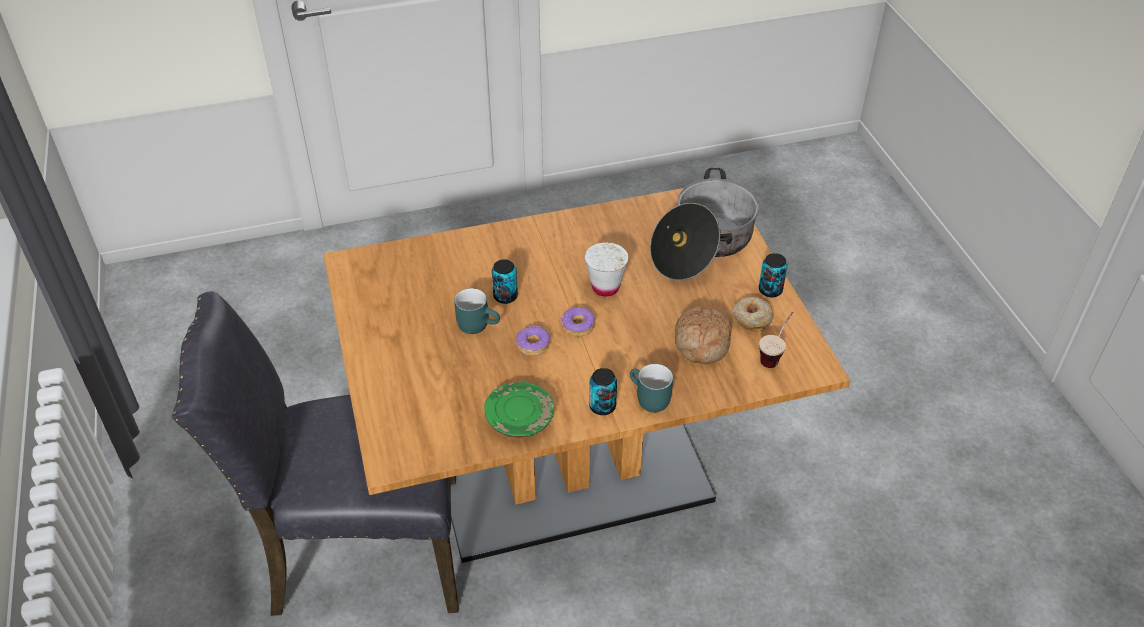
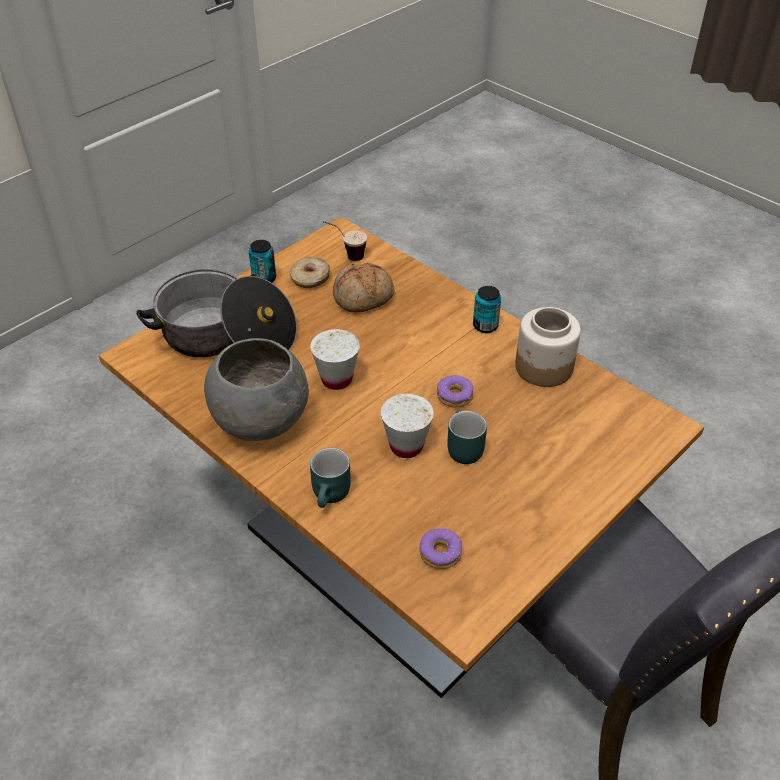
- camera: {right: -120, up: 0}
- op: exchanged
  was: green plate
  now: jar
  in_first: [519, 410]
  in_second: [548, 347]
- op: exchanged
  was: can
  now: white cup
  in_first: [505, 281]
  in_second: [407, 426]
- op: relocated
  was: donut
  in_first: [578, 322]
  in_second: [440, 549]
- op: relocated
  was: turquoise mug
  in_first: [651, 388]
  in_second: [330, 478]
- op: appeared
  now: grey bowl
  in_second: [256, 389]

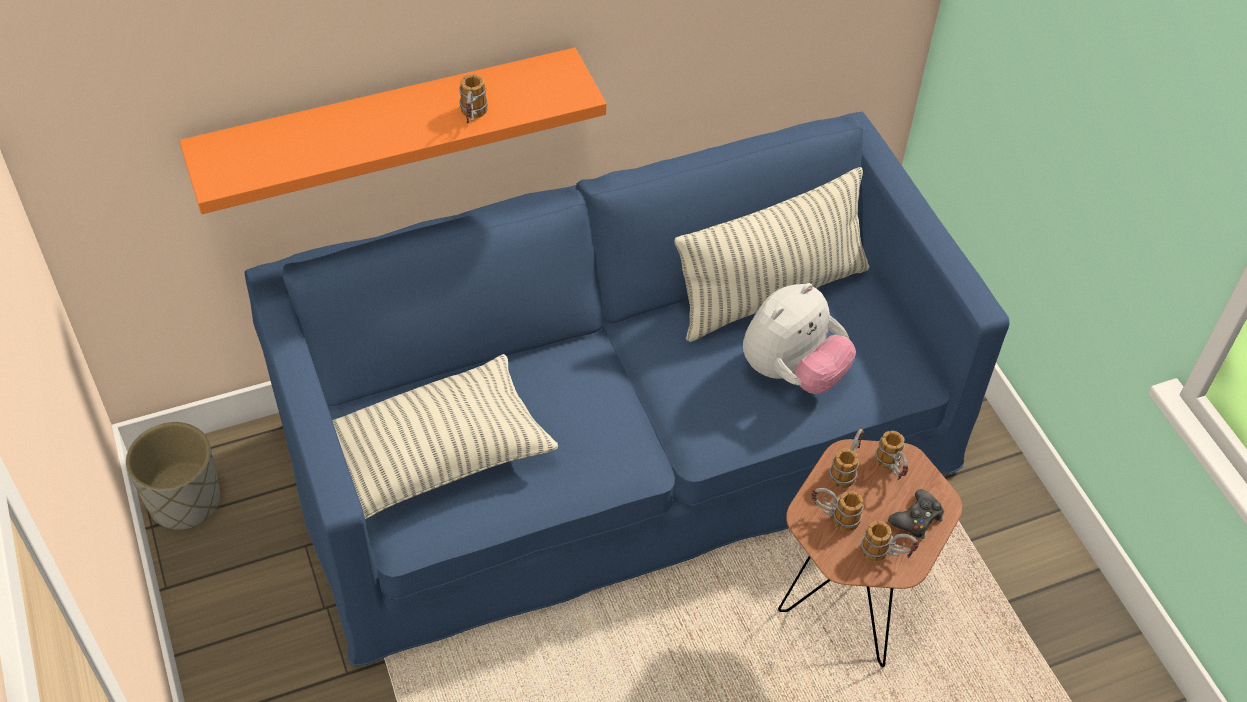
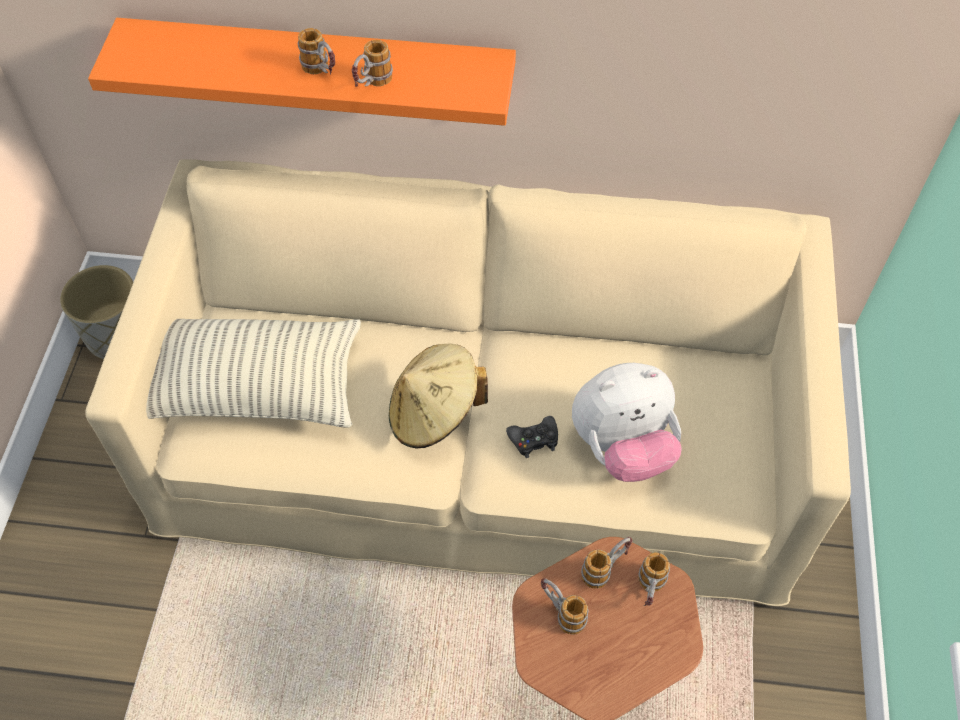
- camera: {right: 30, up: 5}
- op: colour
  was: blue sofa
  now: beige sofa
  in_first: [627, 389]
  in_second: [468, 382]
- op: missing
  was: pillow
  in_first: [772, 254]
- op: relocated
  was: mug
  in_first: [890, 541]
  in_second: [316, 51]
- op: relocated
  was: black game controller
  in_first: [916, 514]
  in_second: [532, 437]
- op: appeared
  now: beige hat
  in_second: [438, 396]

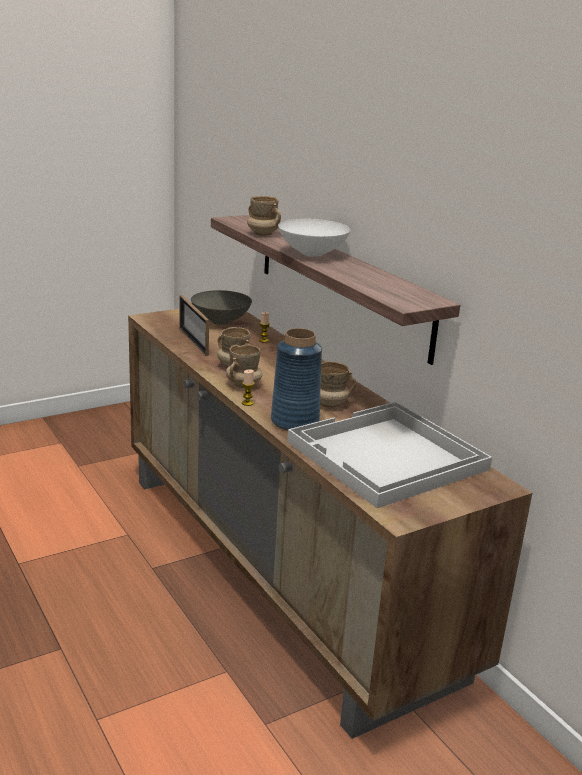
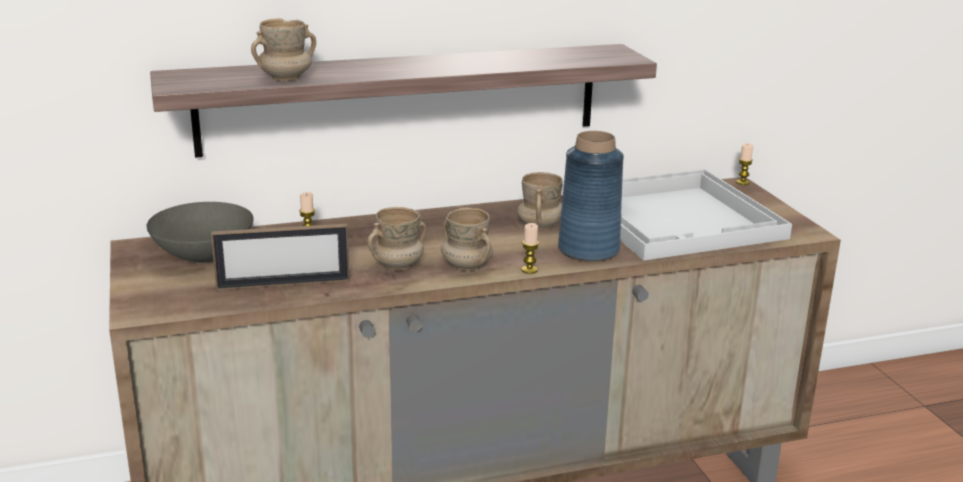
- camera: {right: -75, up: 0}
- op: missing
  was: white bowl
  in_first: [314, 238]
- op: appeared
  now: candle
  in_second: [744, 164]

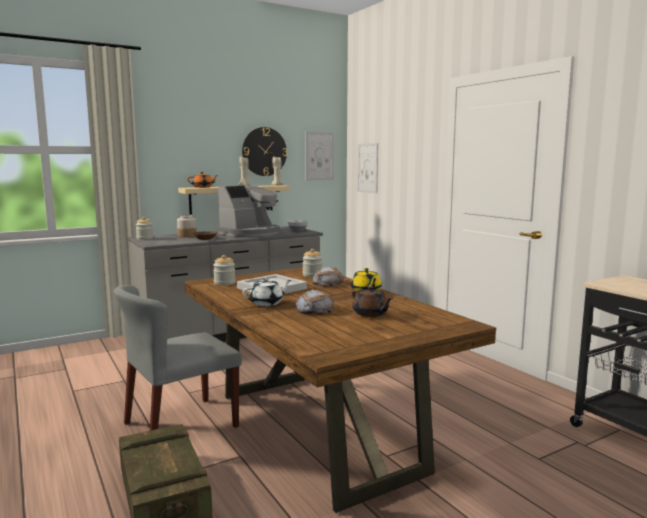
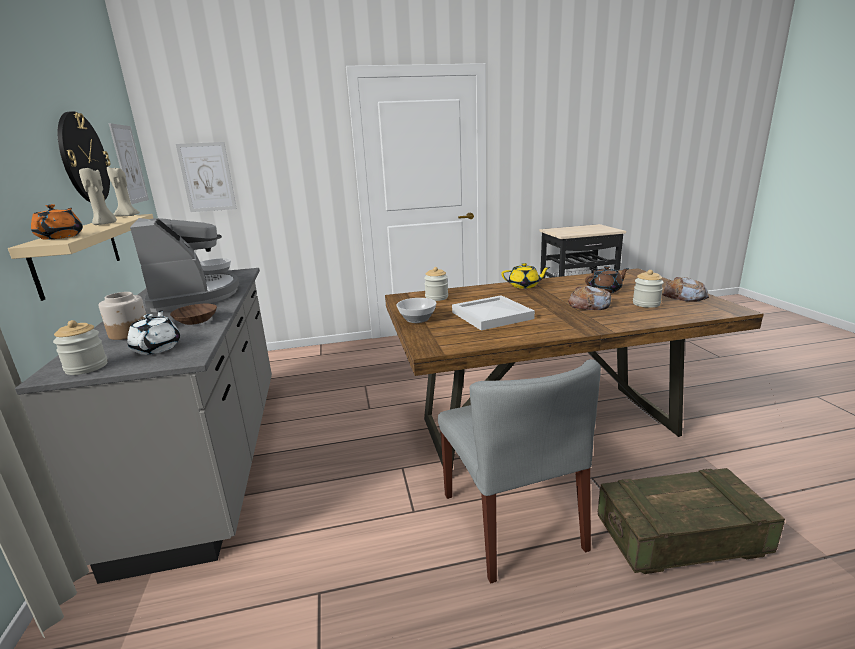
- camera: {right: -70, up: 10}
- op: relocated
  was: jar
  in_first: [224, 270]
  in_second: [648, 289]
- op: relocated
  was: white teapot
  in_first: [267, 292]
  in_second: [153, 332]
- op: relocated
  was: bread
  in_first: [328, 276]
  in_second: [685, 289]
- op: appeared
  now: bowl
  in_second: [417, 310]

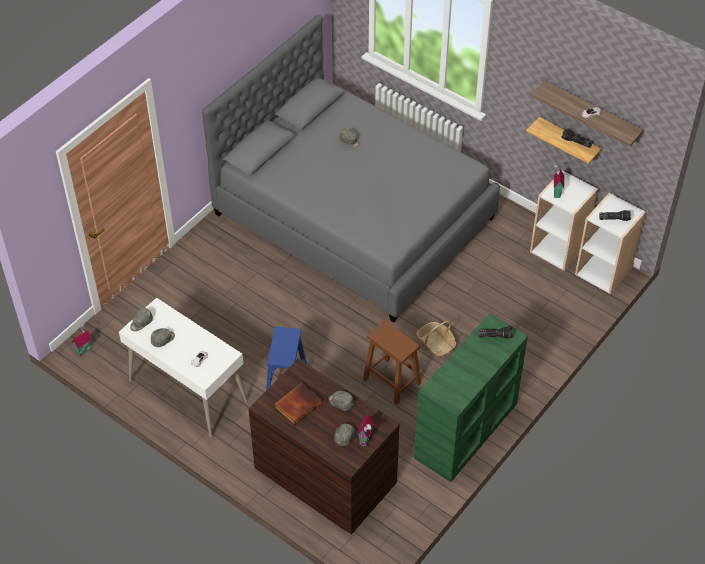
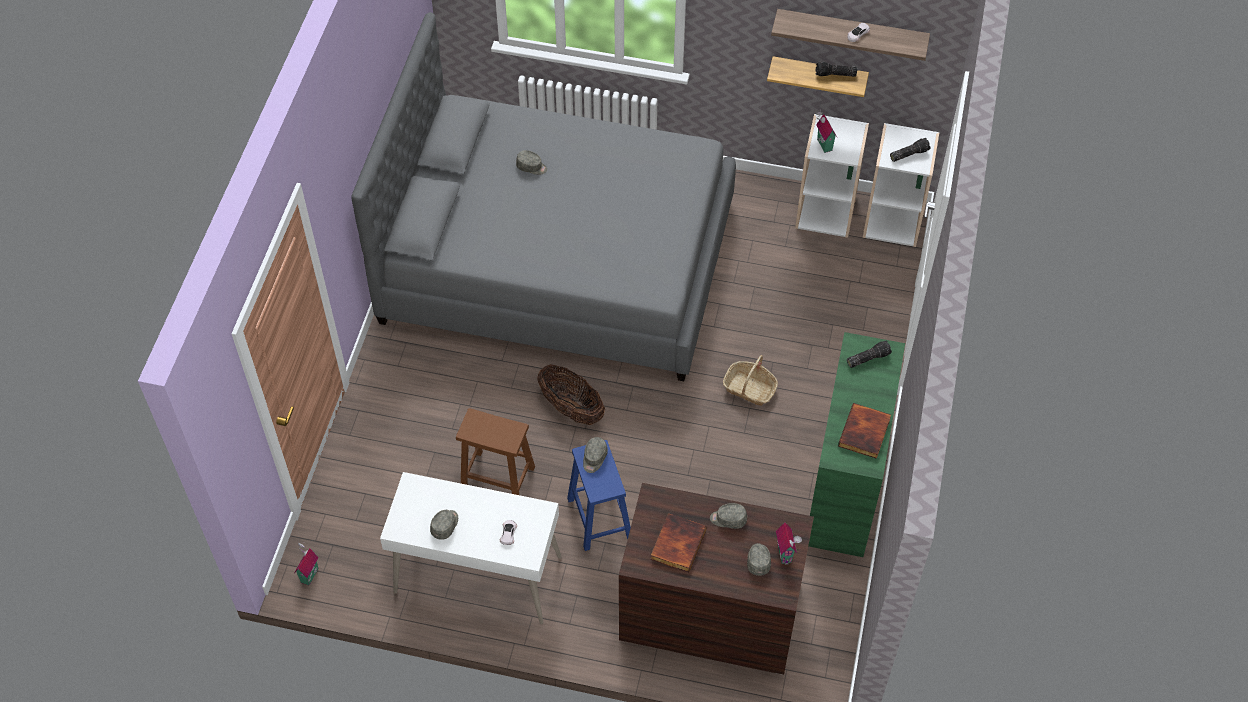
- camera: {right: -25, up: 5}
- op: relocated
  was: grey cap
  in_first: [141, 319]
  in_second: [595, 455]
- op: relocated
  was: brown stool
  in_first: [392, 362]
  in_second: [495, 451]
- op: appeared
  now: basket
  in_second: [571, 394]
- op: appeared
  now: book
  in_second: [864, 431]

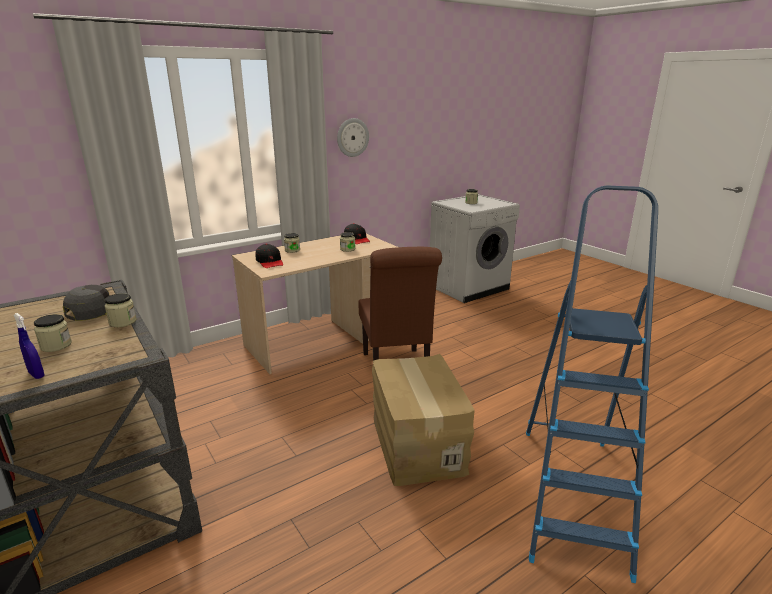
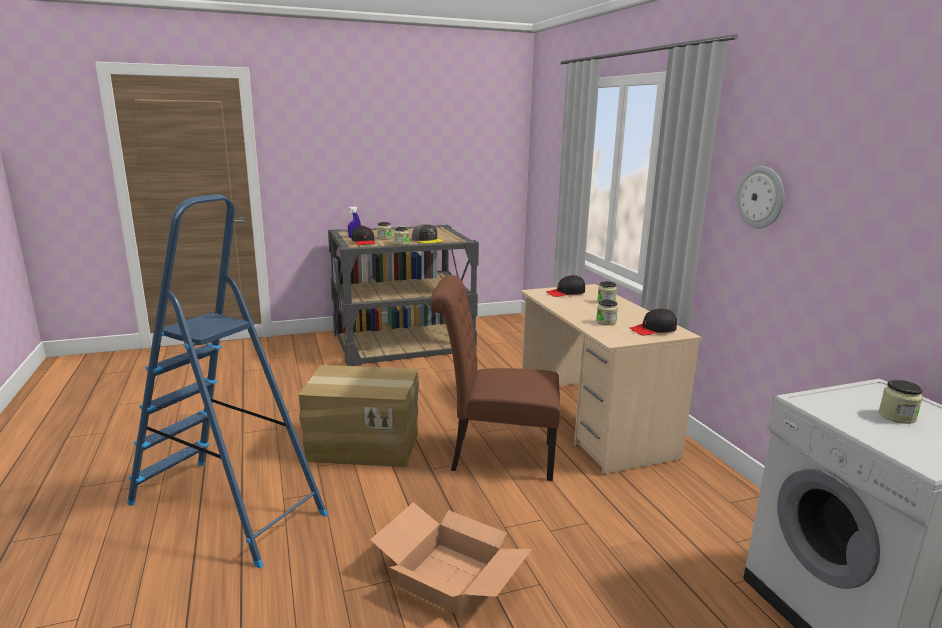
- camera: {right: 105, up: -5}
- op: appeared
  now: black cap
  in_second: [363, 235]
- op: appeared
  now: cardboard box
  in_second: [451, 559]

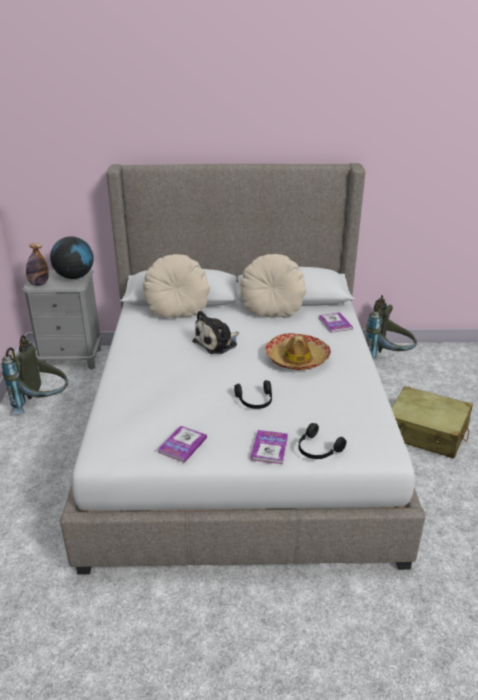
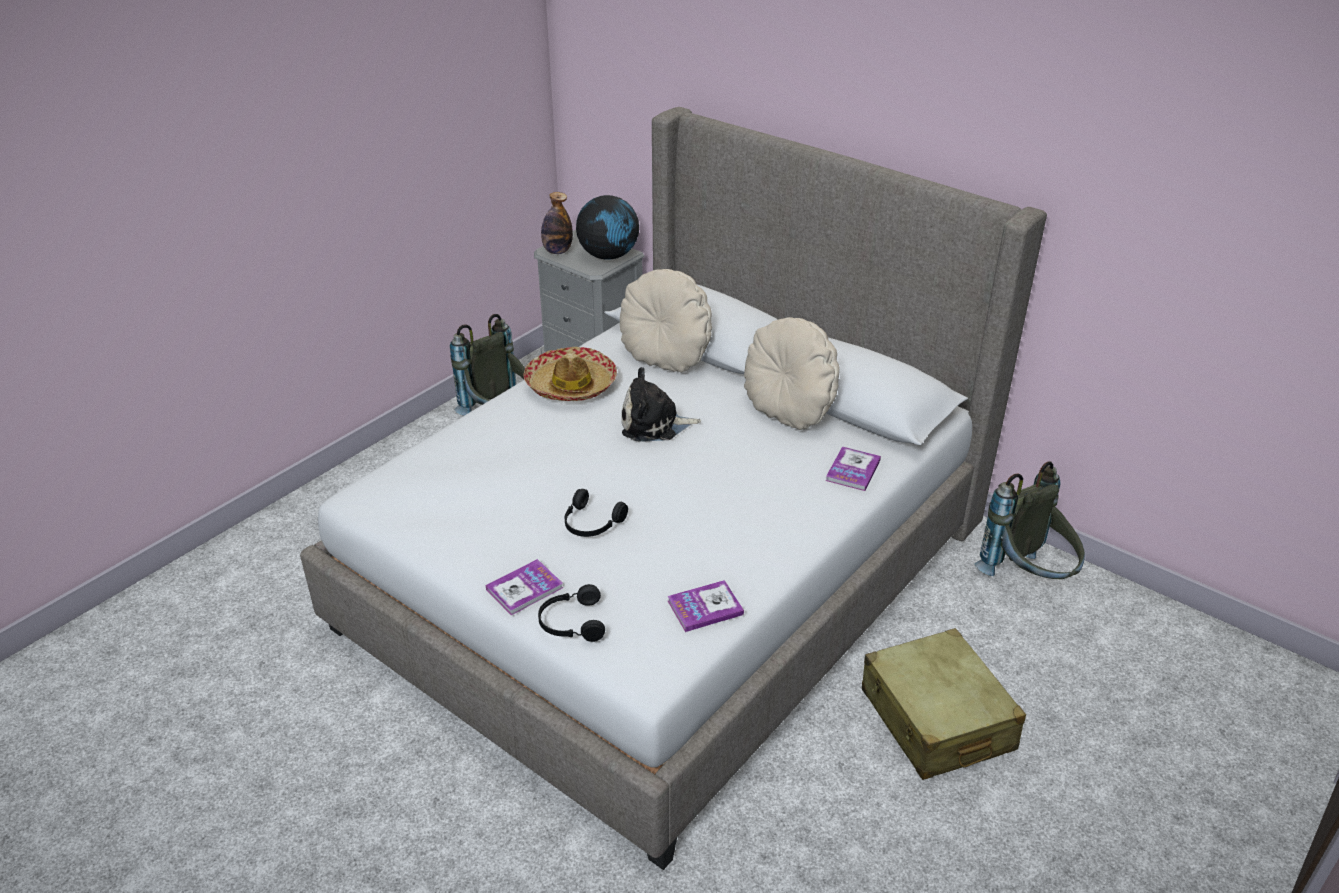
- camera: {right: 40, up: 5}
- op: relocated
  was: book
  in_first: [182, 444]
  in_second: [706, 606]
- op: relocated
  was: hat
  in_first: [298, 351]
  in_second: [570, 374]

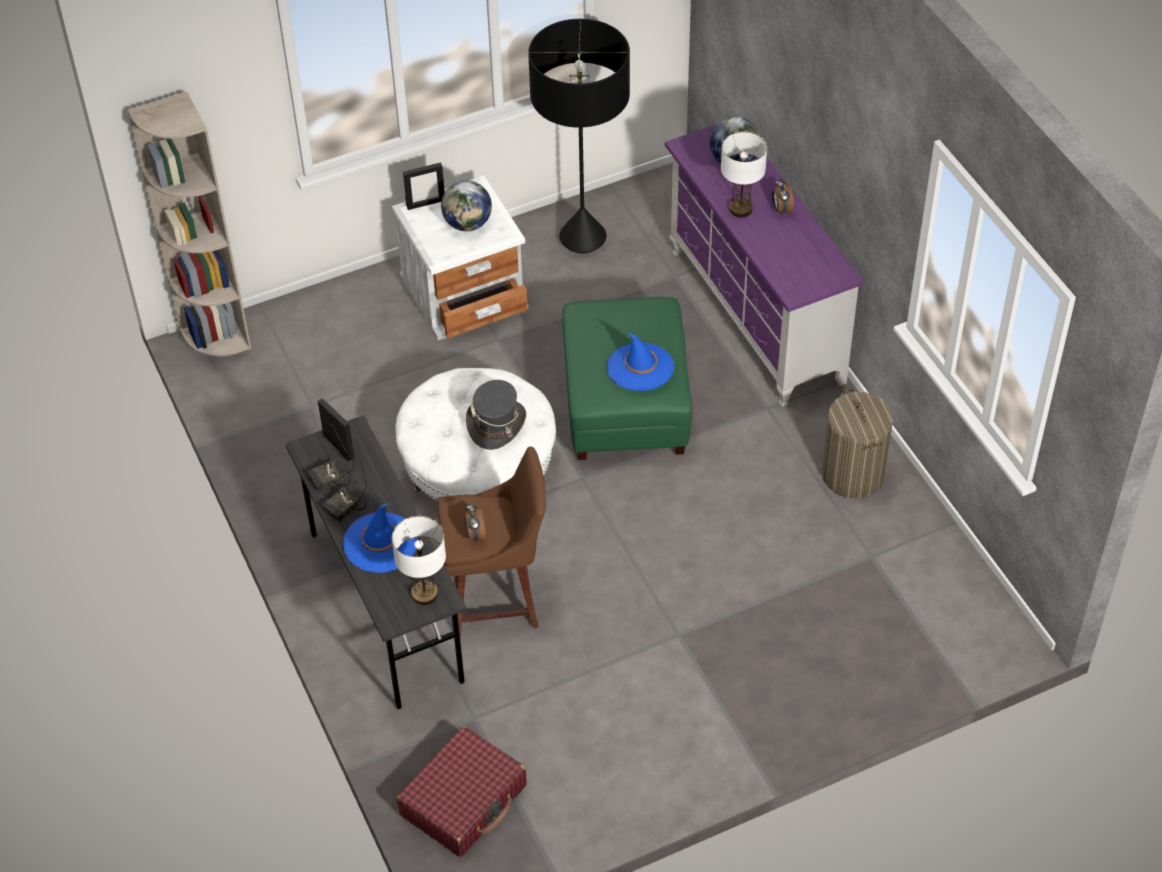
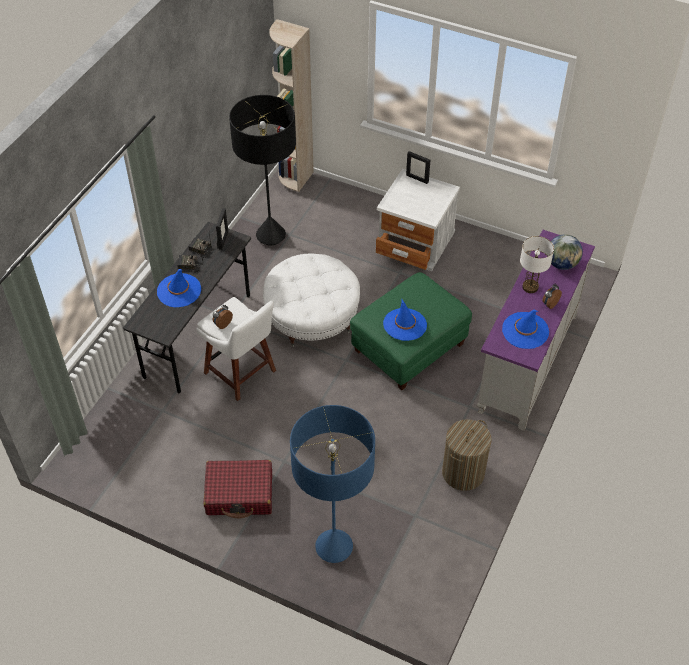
- camera: {right: 50, up: 0}
- op: missing
  was: table lamp
  in_first: [419, 560]
- op: relocated
  was: red suitcase
  in_first: [462, 791]
  in_second: [238, 489]
- op: colour
  was: brown stool
  now: white stool
  in_first: [491, 541]
  in_second: [236, 349]
- op: missing
  was: globe
  in_first: [466, 205]
- op: missing
  was: grey hat
  in_first: [496, 415]
- op: relocated
  was: black floor lamp
  in_first: [579, 136]
  in_second: [262, 170]
- op: appeared
  now: blue floor lamp
  in_second: [332, 484]
- op: appeared
  now: blue hat
  in_second: [525, 329]

